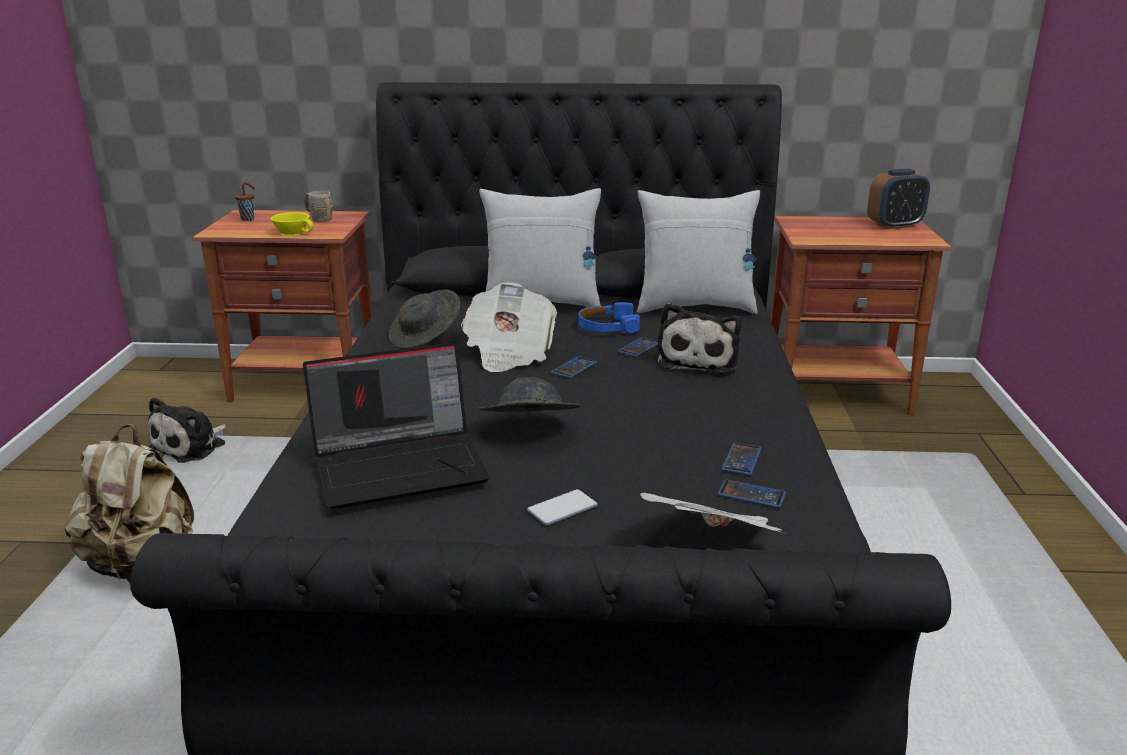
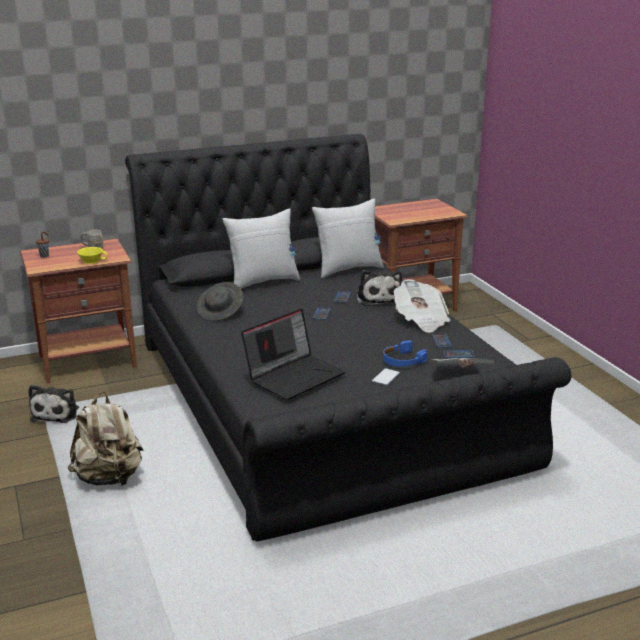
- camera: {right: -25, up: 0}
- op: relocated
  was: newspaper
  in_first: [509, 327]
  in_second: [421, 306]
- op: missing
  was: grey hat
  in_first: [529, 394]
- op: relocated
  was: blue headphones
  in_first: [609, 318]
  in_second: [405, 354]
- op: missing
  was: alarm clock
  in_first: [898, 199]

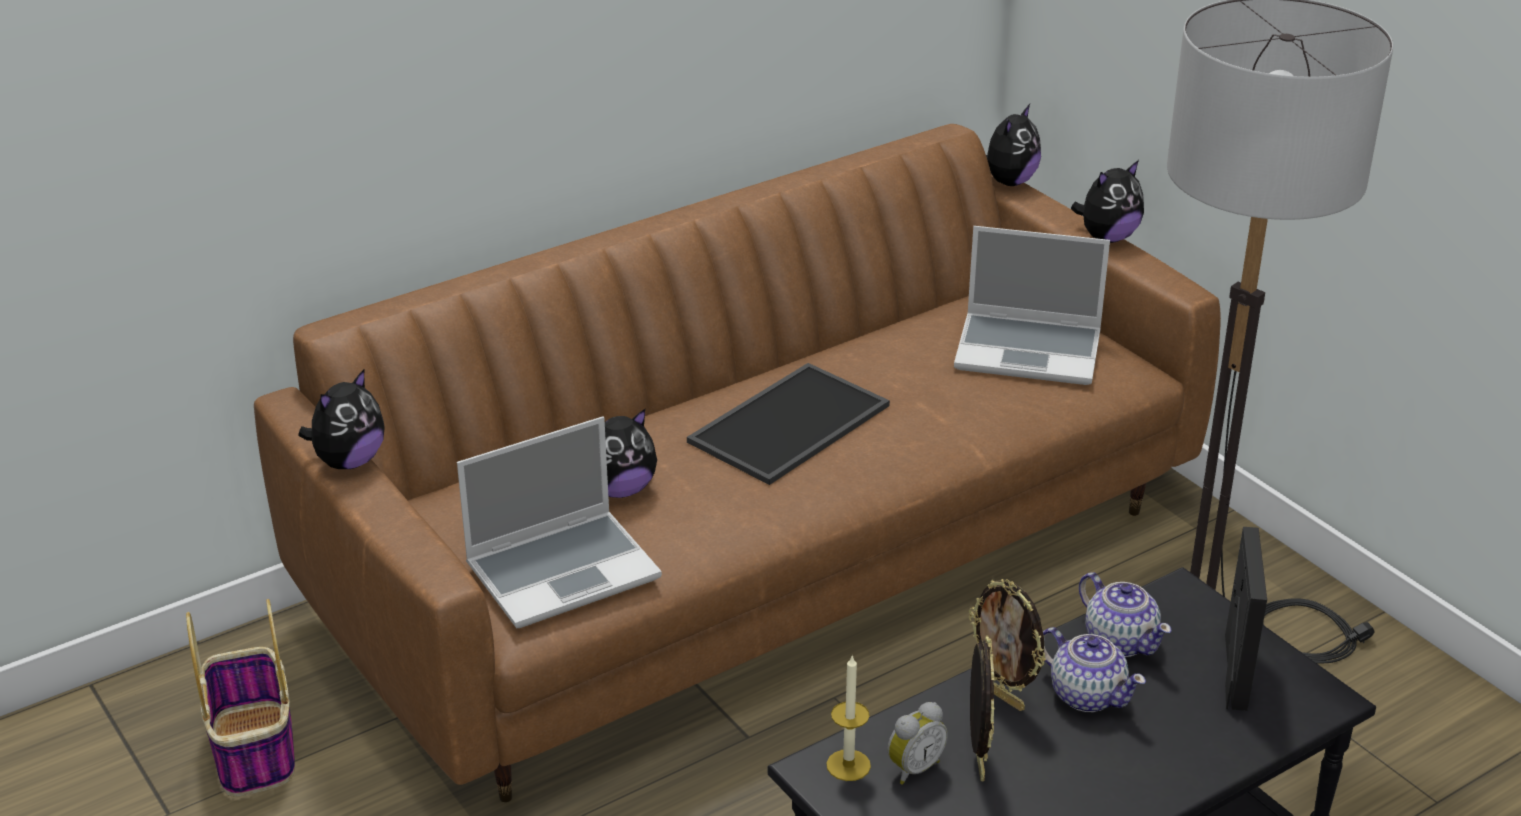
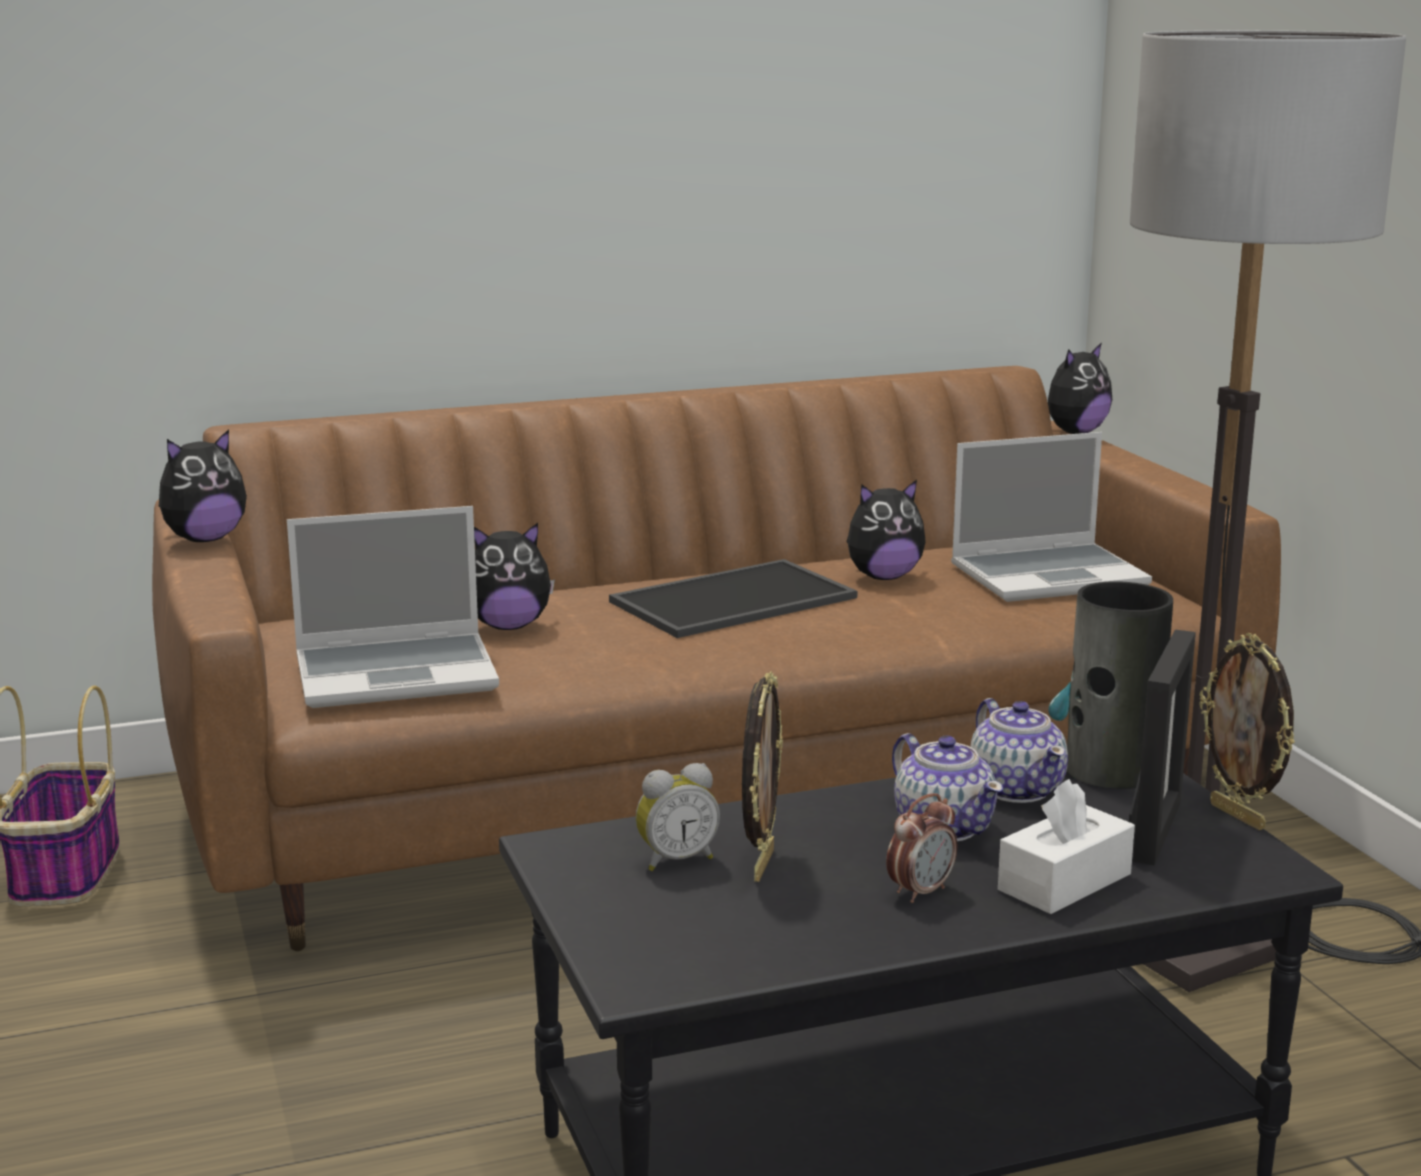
- camera: {right: 15, up: -15}
- op: missing
  was: candle
  in_first: [848, 717]
- op: spun
  was: laptop
  in_first: [1032, 305]
  in_second: [1051, 517]
  clockwise: -45
- op: relocated
  was: picture frame
  in_first: [1007, 645]
  in_second: [1247, 731]
- op: relocated
  was: plush toy
  in_first: [1107, 201]
  in_second: [886, 530]
- op: appeared
  now: alarm clock
  in_second: [921, 848]
- op: appeared
  now: white tissue box
  in_second: [1066, 846]
- op: appeared
  now: vase
  in_second: [1110, 685]

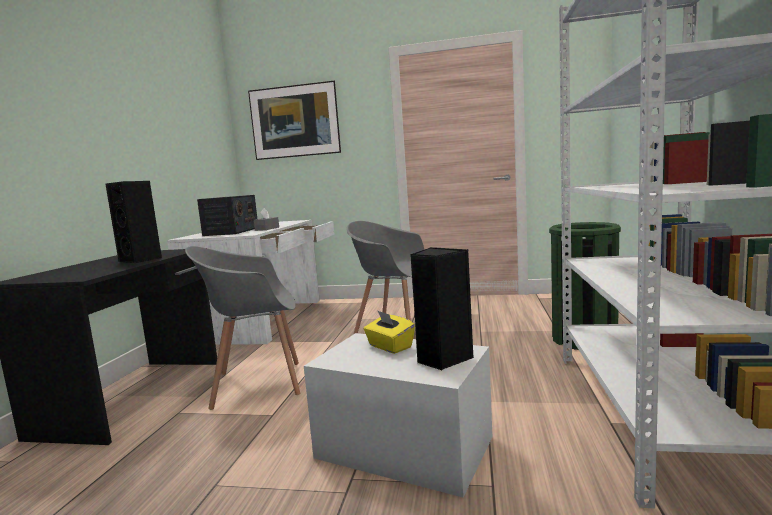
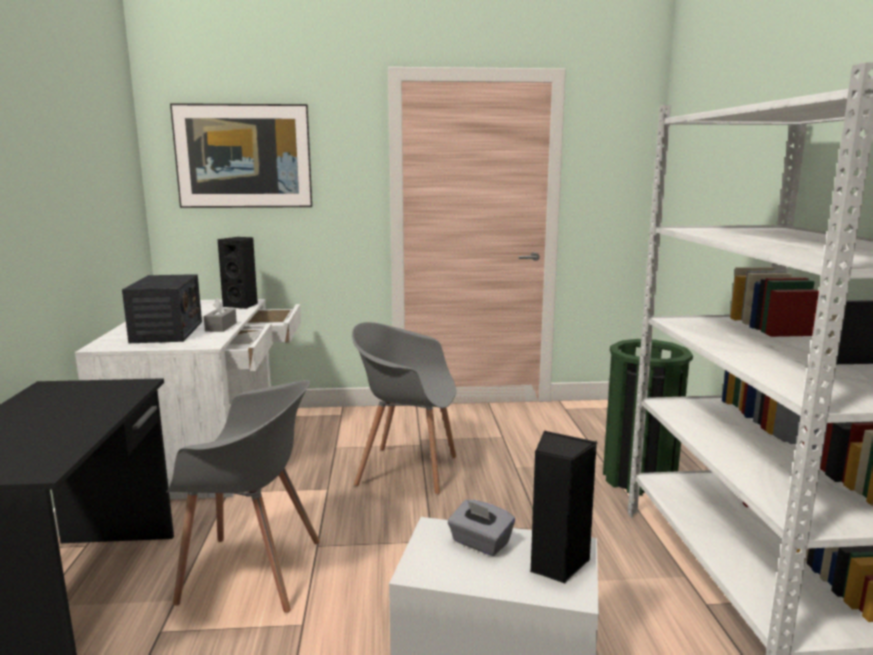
- camera: {right: -15, up: 5}
- op: relocated
  was: black speaker
  in_first: [133, 222]
  in_second: [238, 273]
- op: spun
  was: grey chair
  in_first: [242, 328]
  in_second: [243, 496]
  clockwise: -150
- op: colour
  was: yellow tissue box
  now: grey tissue box
  in_first: [389, 332]
  in_second: [481, 528]

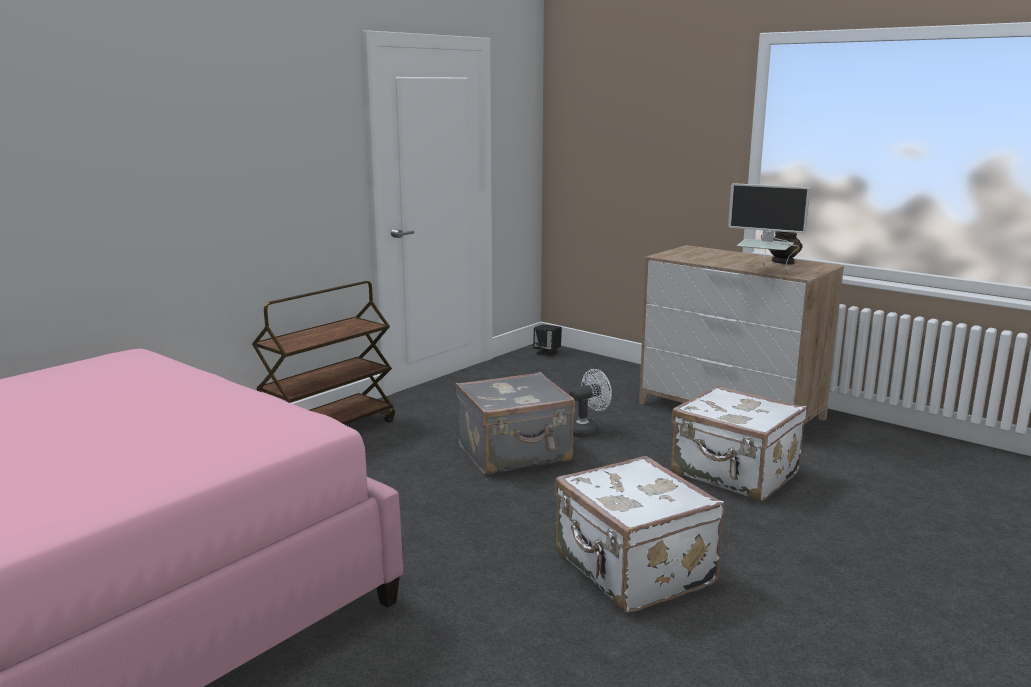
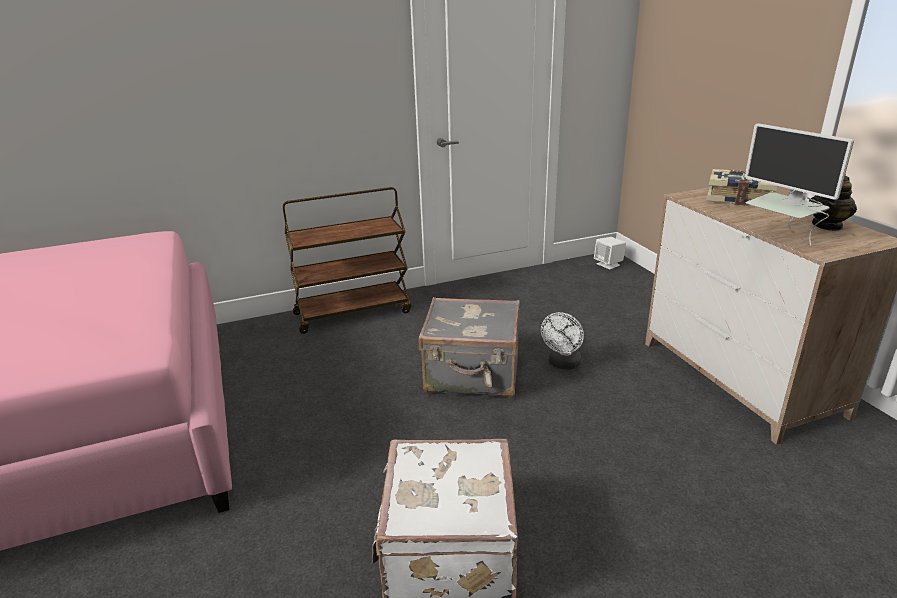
- camera: {right: 30, up: 10}
- op: colour
  was: black speaker
  now: white speaker
  in_first: [547, 340]
  in_second: [610, 253]
- op: spun
  was: white fan
  in_first: [591, 403]
  in_second: [562, 341]
  clockwise: 120
- op: missing
  was: white suitcase
  in_first: [739, 443]
- op: appeared
  now: book
  in_second: [741, 187]

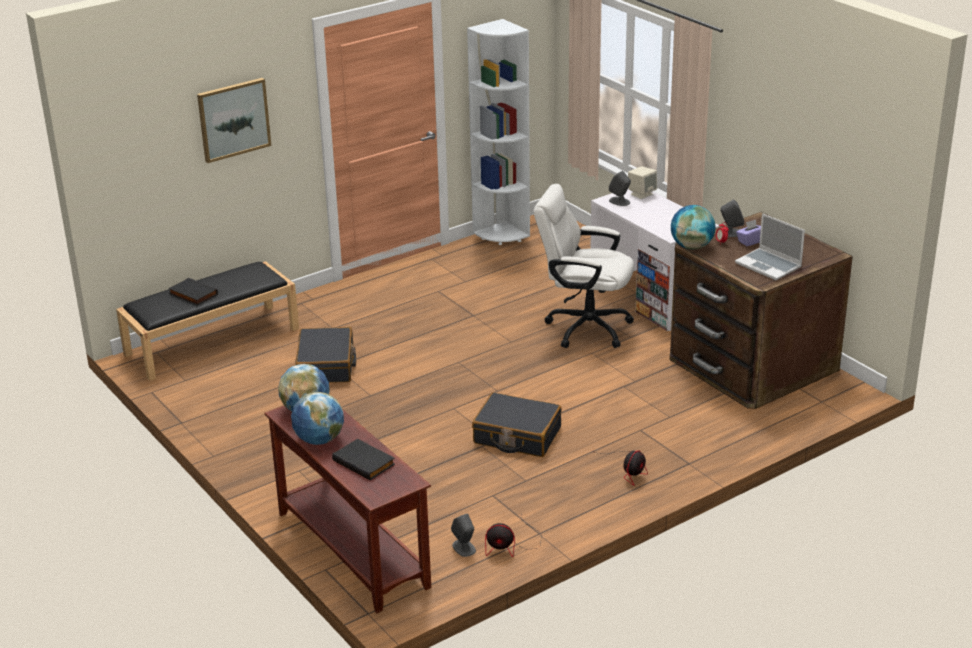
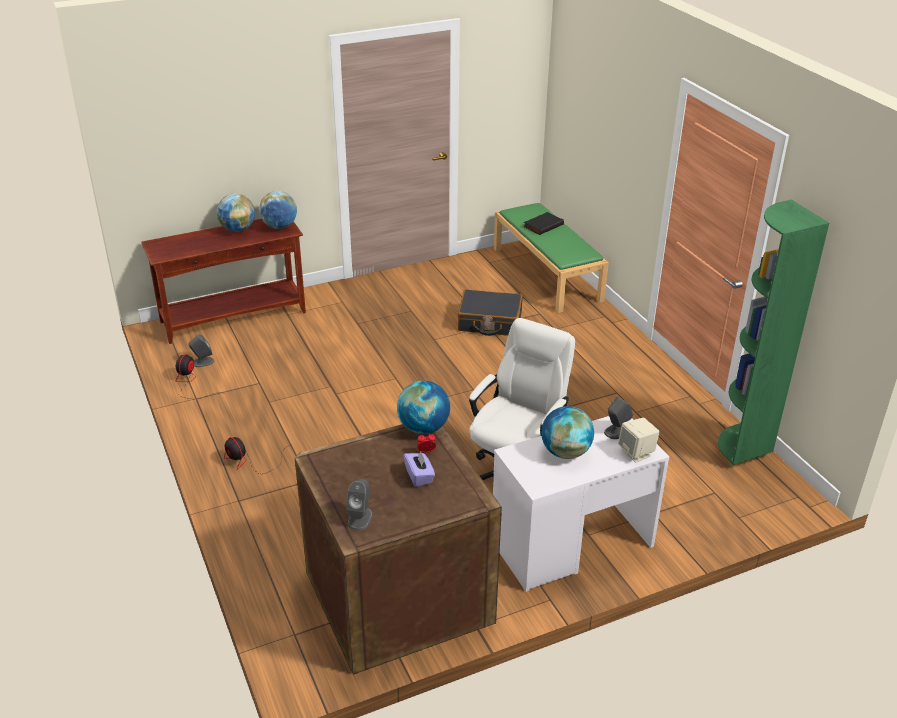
- camera: {right: 100, up: 5}
- op: colour
  was: black bench
  now: green bench
  in_first: [207, 321]
  in_second: [551, 258]
- op: missing
  was: picture
  in_first: [234, 120]
- op: missing
  was: black book
  in_first: [363, 459]
- op: colour
  was: white bookcase
  now: green bookcase
  in_first: [498, 132]
  in_second: [773, 332]
- op: missing
  was: black suitcase
  in_first: [517, 424]
- op: relocated
  was: grey speaker
  in_first: [732, 218]
  in_second: [359, 504]
- op: missing
  was: laptop
  in_first: [770, 246]
- op: appeared
  now: globe
  in_second: [567, 432]

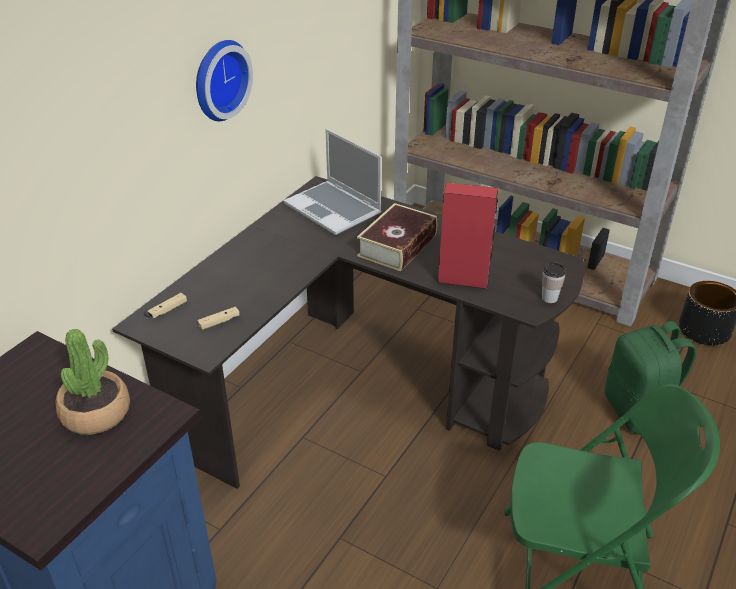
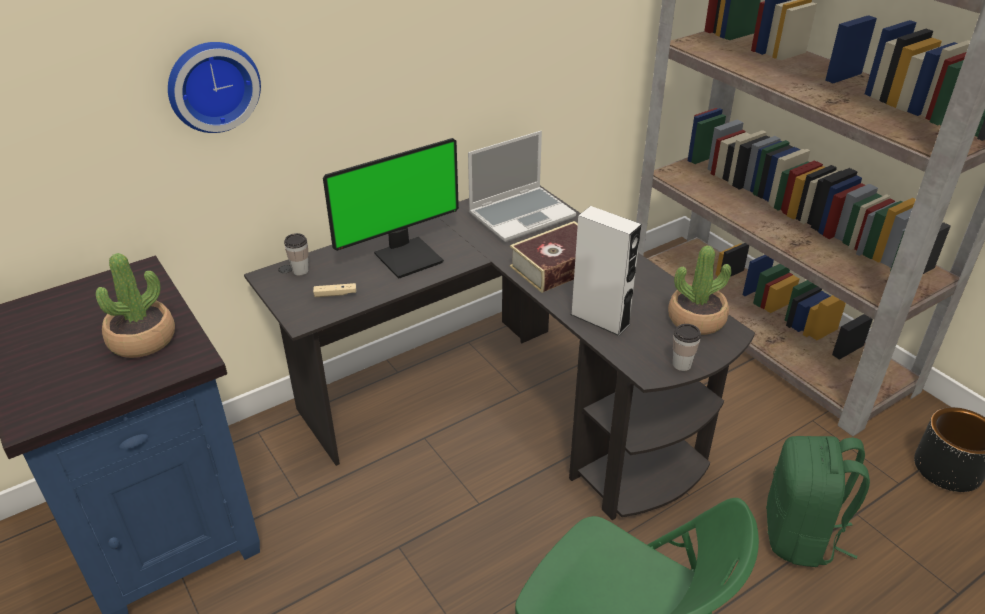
- camera: {right: 25, up: 0}
- op: exchanged
  was: beige game controller
  now: cup
  in_first: [167, 305]
  in_second: [296, 254]
- op: relocated
  was: wall clock
  in_first: [224, 80]
  in_second: [214, 87]
- op: spun
  was: laptop
  in_first: [332, 182]
  in_second: [522, 186]
  clockwise: -105
- op: colour
  was: red speaker
  now: white speaker
  in_first: [467, 236]
  in_second: [605, 271]
- op: appeared
  now: monitor
  in_second: [391, 208]
- op: appeared
  now: potted plant
  in_second: [700, 290]

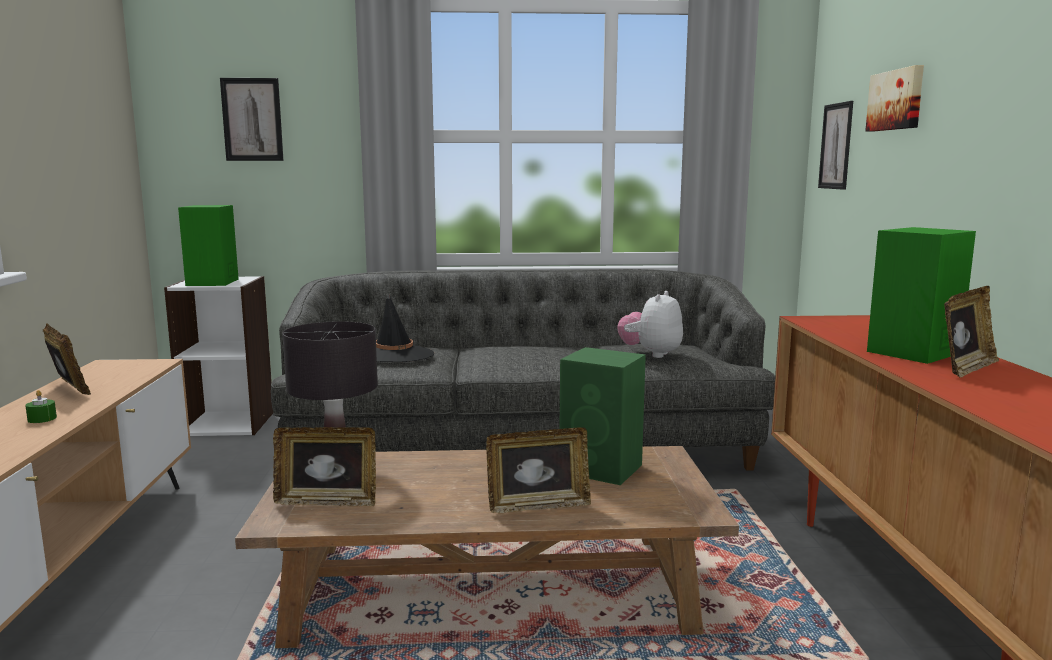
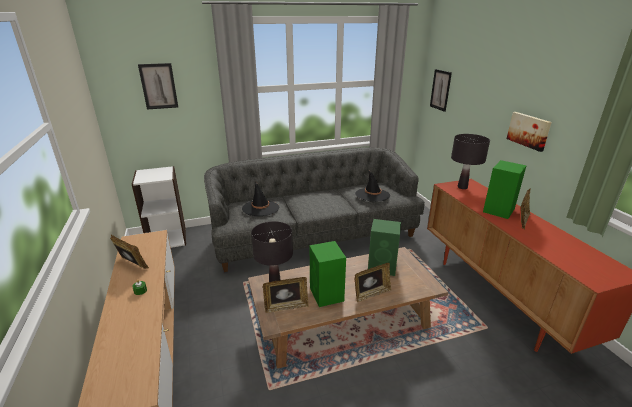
- camera: {right: -15, up: 15}
- op: relocated
  was: green speaker
  in_first: [208, 245]
  in_second: [328, 274]
- op: exchanged
  was: plush toy
  now: black hat
  in_first: [650, 324]
  in_second: [372, 186]
- op: relocated
  was: picture
  in_first: [894, 98]
  in_second: [529, 132]
- op: appeared
  now: black table lamp
  in_second: [470, 161]

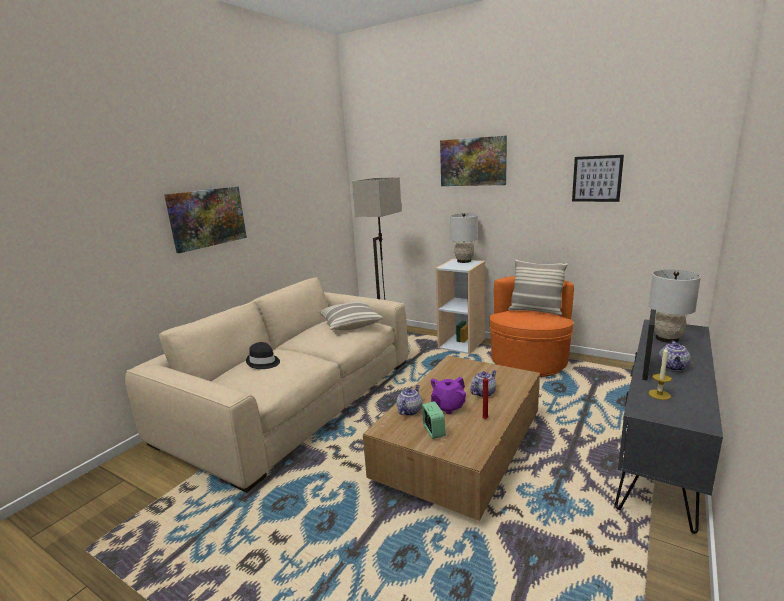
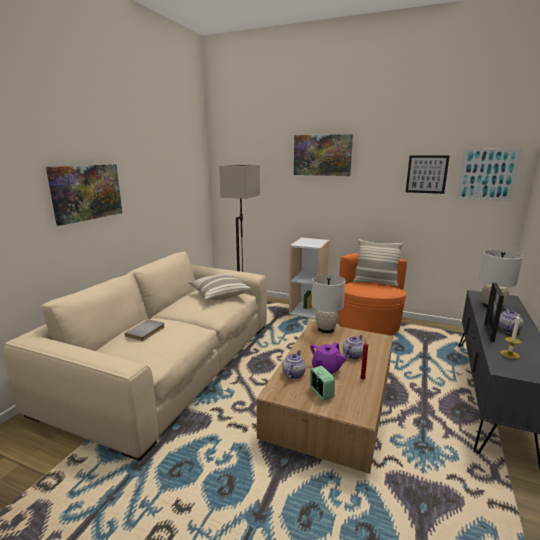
- camera: {right: -10, up: 0}
- op: exchanged
  was: black hat
  now: grey book
  in_first: [263, 355]
  in_second: [145, 330]
- op: relocated
  was: white table lamp
  in_first: [464, 238]
  in_second: [328, 303]
- op: appeared
  now: picture
  in_second: [489, 175]

